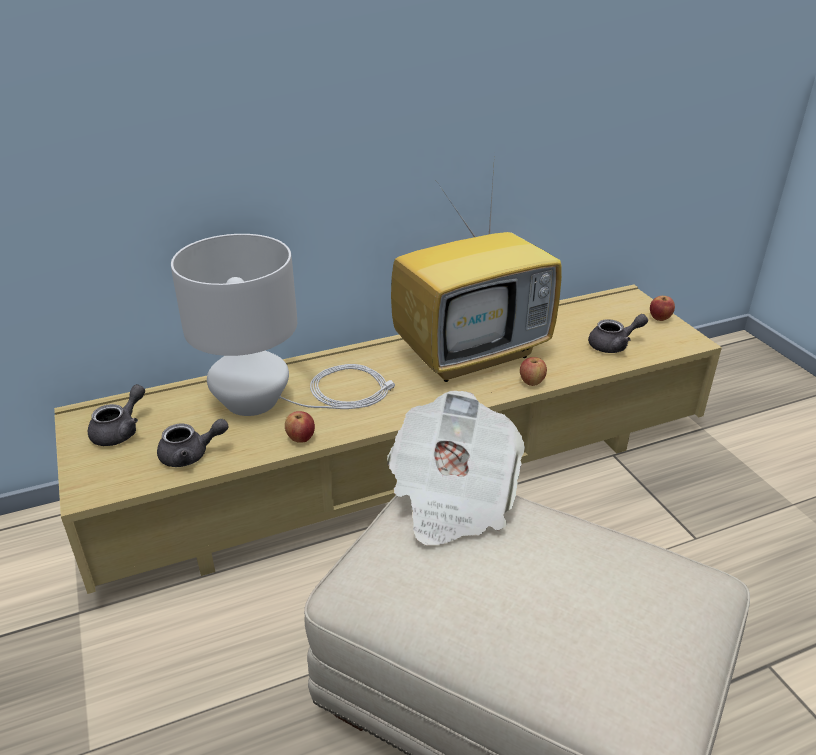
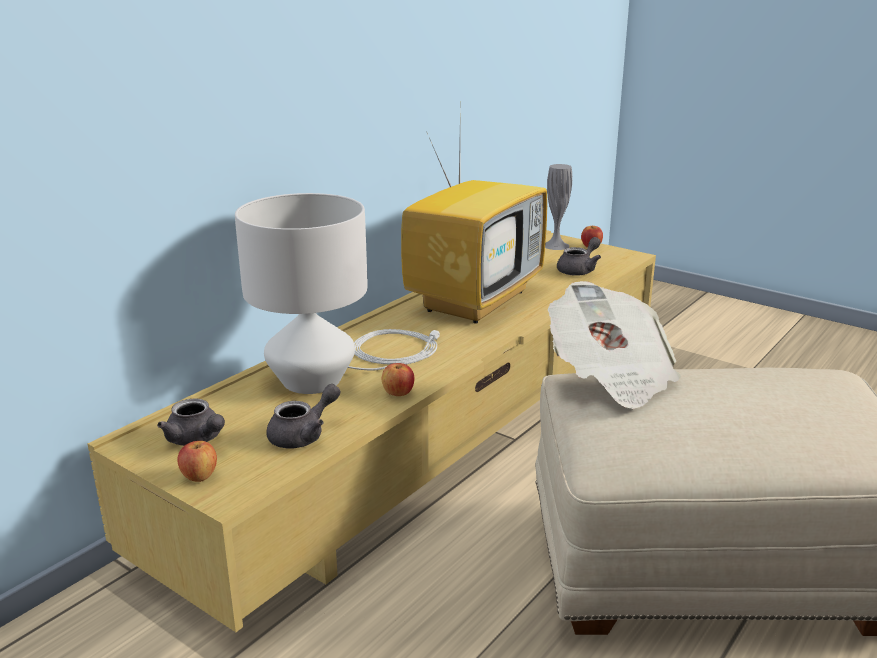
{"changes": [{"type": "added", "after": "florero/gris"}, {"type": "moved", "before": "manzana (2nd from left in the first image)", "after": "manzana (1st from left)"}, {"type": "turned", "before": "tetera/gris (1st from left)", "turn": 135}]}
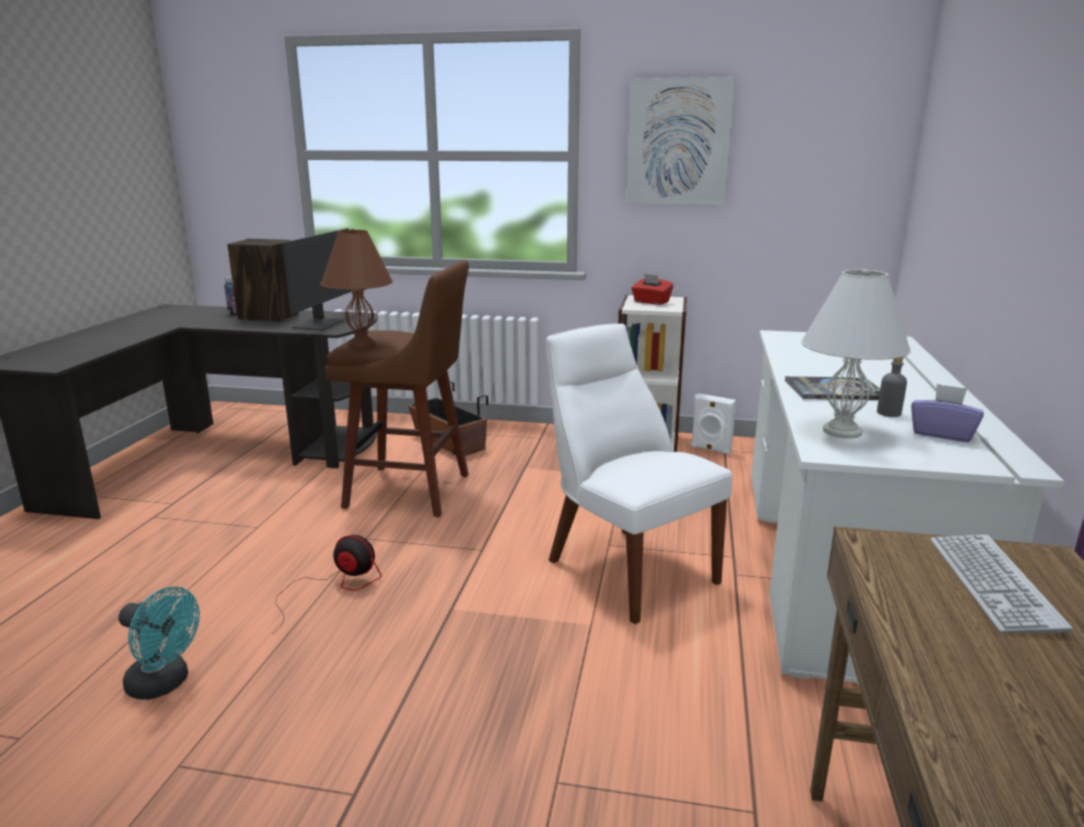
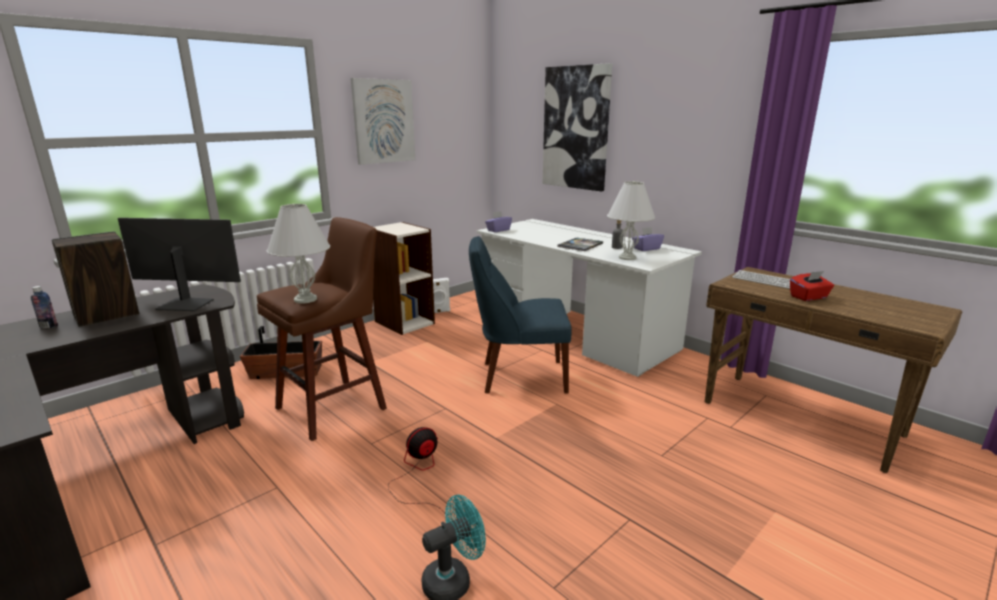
{"changes": [{"type": "added", "after": "caja de pañuelos/morado (1st from left)"}, {"type": "added", "after": "cuadro (2nd from left)"}, {"type": "moved", "before": "caja de pañuelos/rojo"}, {"type": "recoloured", "before": "lámpara de mesa/marrón", "after": "lámpara de mesa/blanco (1st from left)"}, {"type": "recoloured", "before": "silla/blanco", "after": "silla/azul"}, {"type": "turned", "before": "monitor", "turn": -45}]}
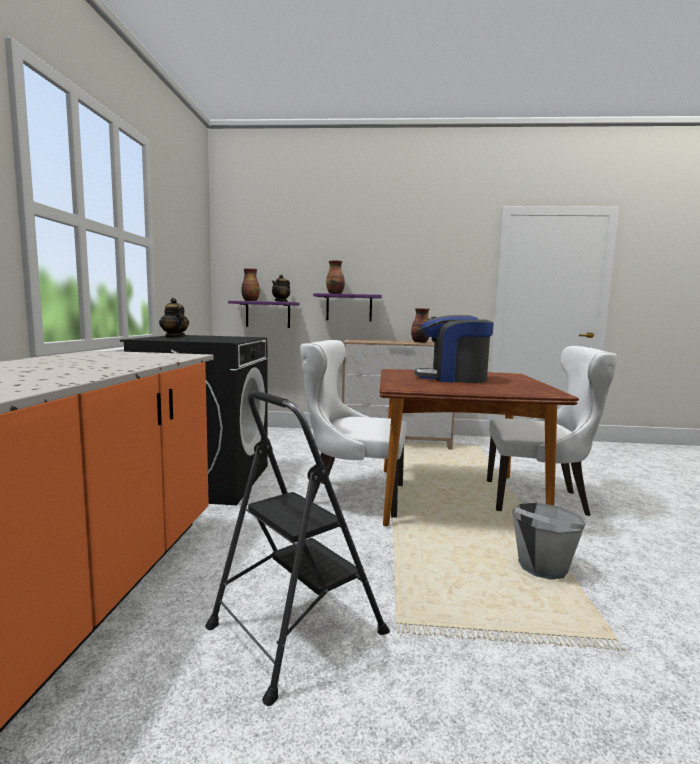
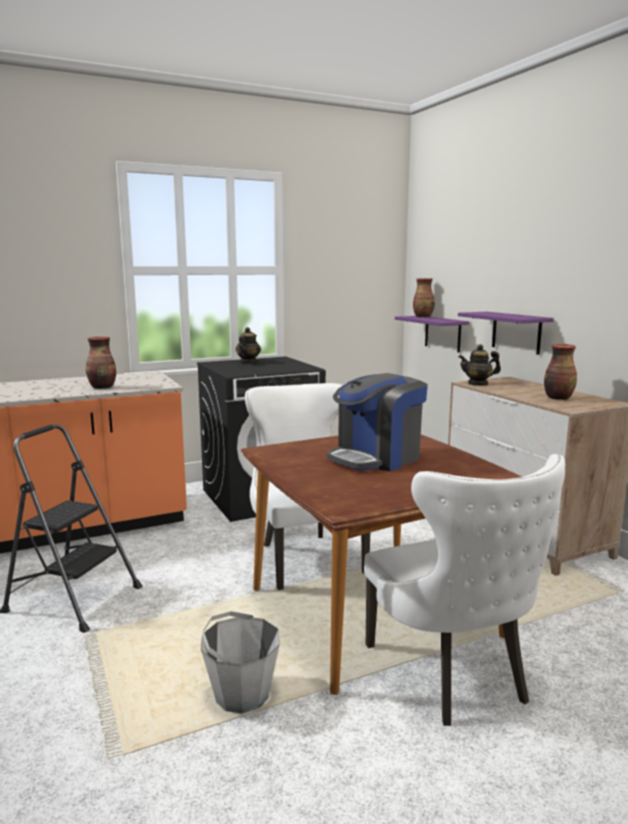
{"changes": [{"type": "moved", "before": "tetera (2nd from left)"}, {"type": "moved", "before": "florero (2nd from left in the first image)", "after": "florero (1st from left)"}, {"type": "turned", "before": "cafetera", "turn": -105}]}
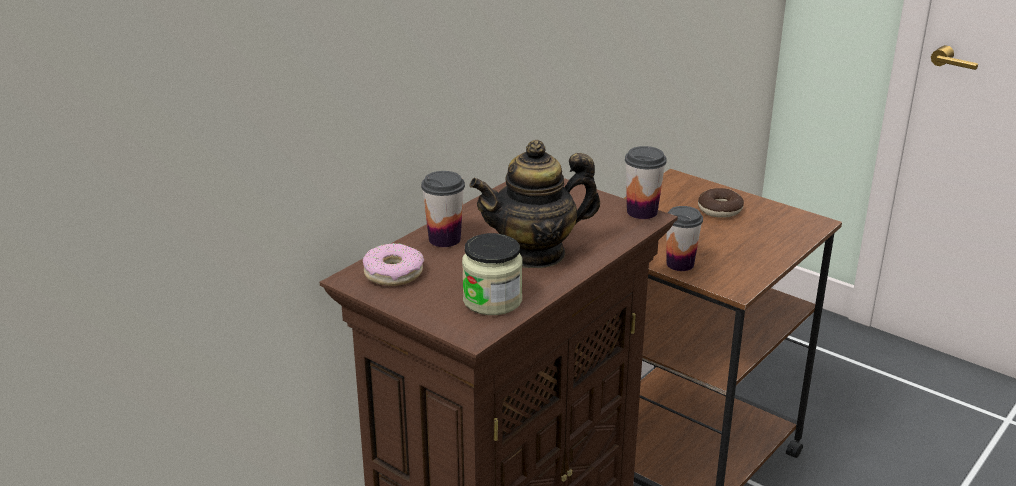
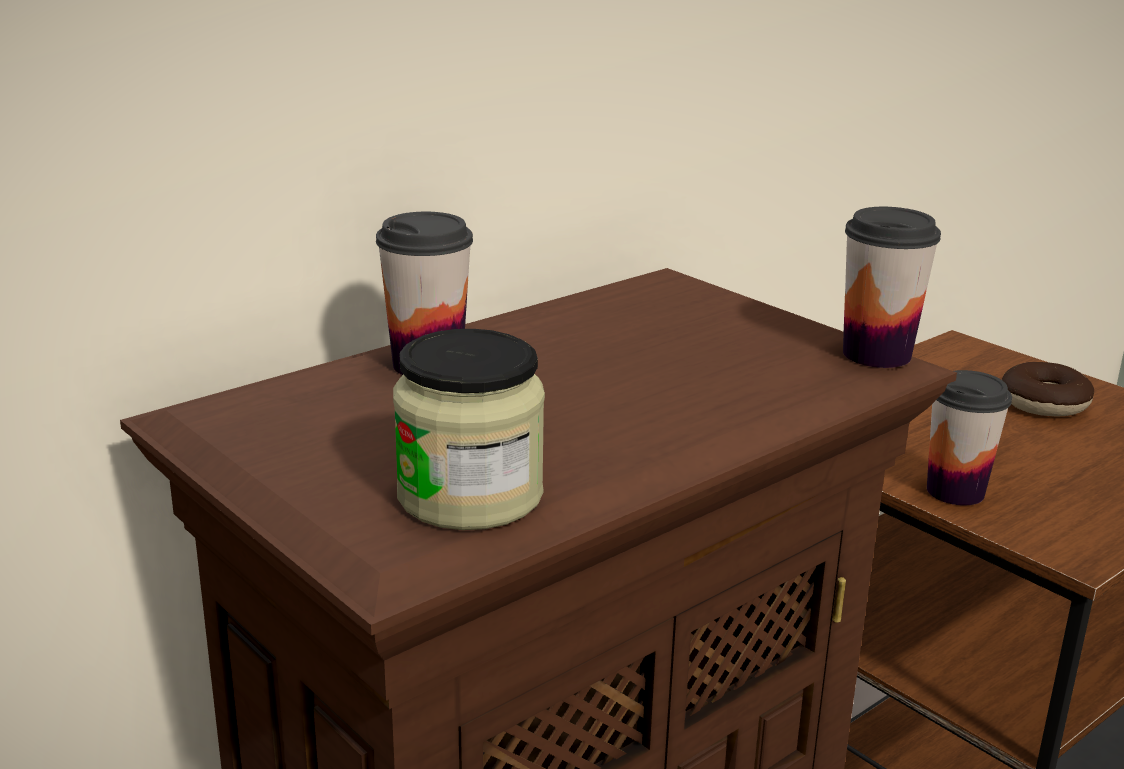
{"changes": [{"type": "removed", "before": "rosquilla (1st from left)"}, {"type": "removed", "before": "tetera"}]}
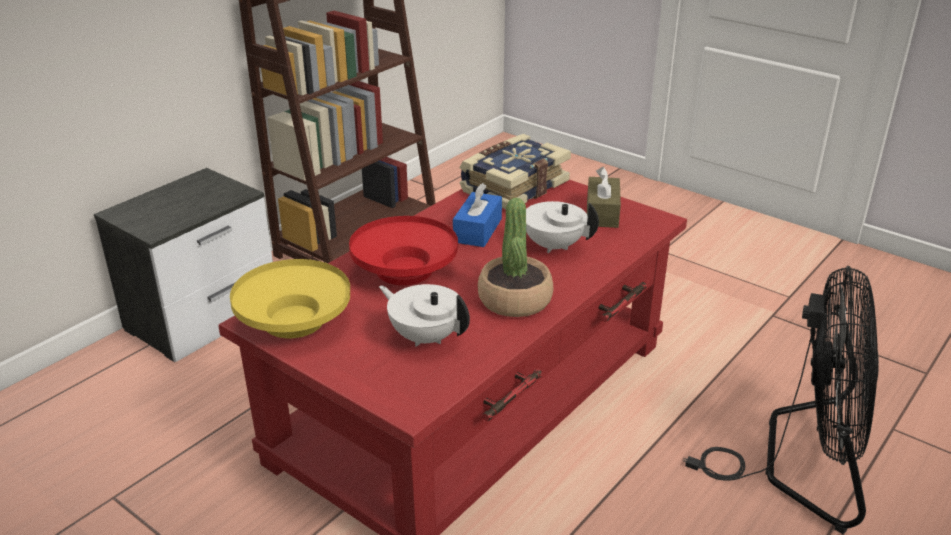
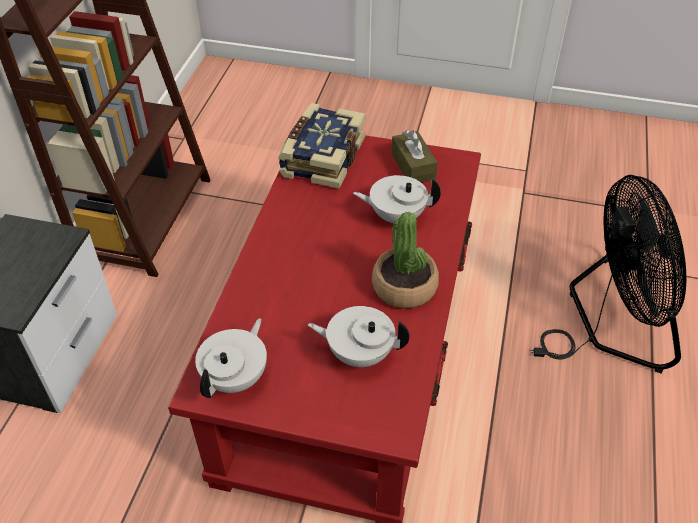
{"changes": [{"type": "removed", "before": "cuenco/rojo"}, {"type": "removed", "before": "caja de pañuelos/azul"}, {"type": "replaced", "before": "cuenco/amarillo", "after": "tetera/blanco (1st from left)"}]}
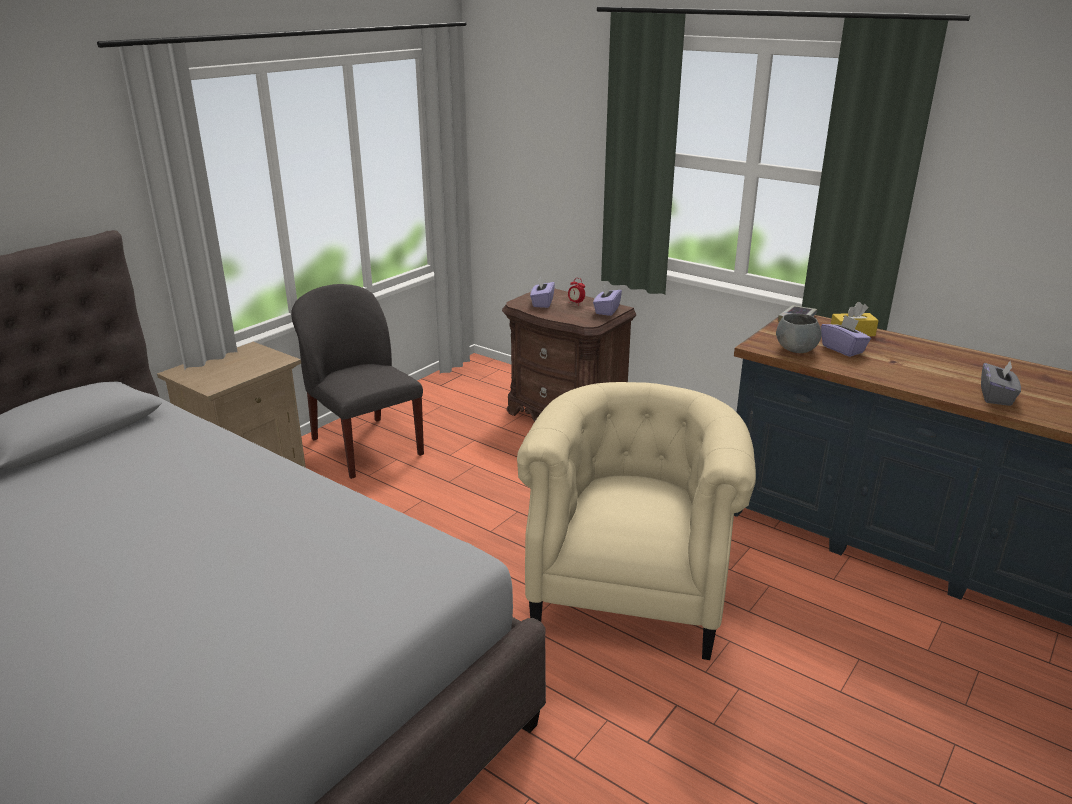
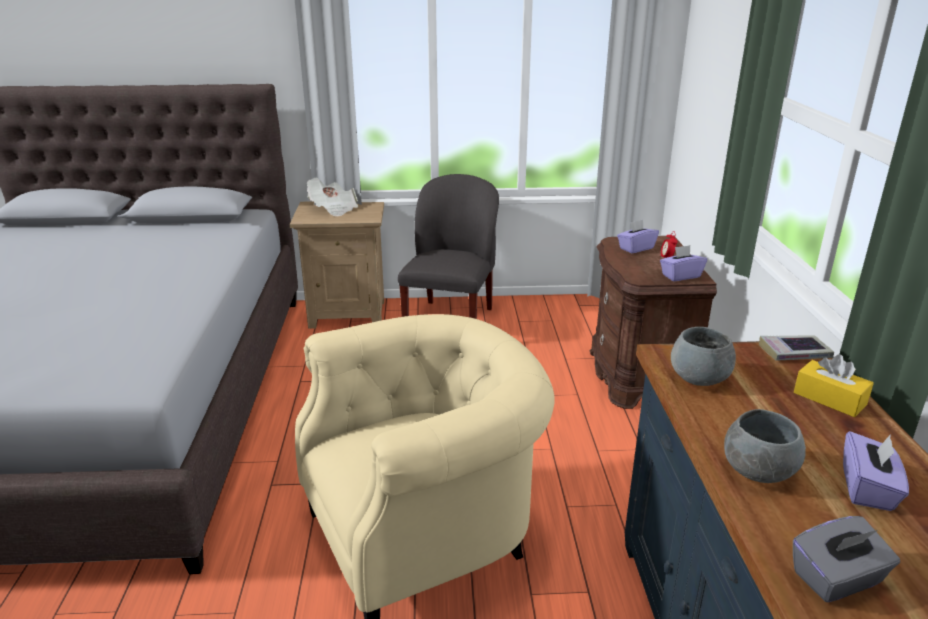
{"changes": [{"type": "added", "after": "periódico"}, {"type": "added", "after": "cuenco/gris (2nd from left)"}, {"type": "moved", "before": "caja de pañuelos/morado (3rd from left)"}]}
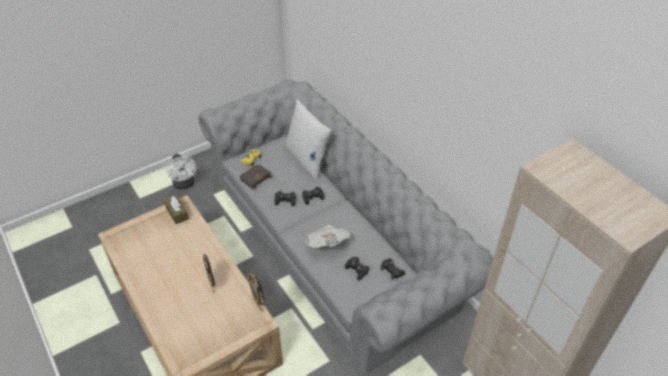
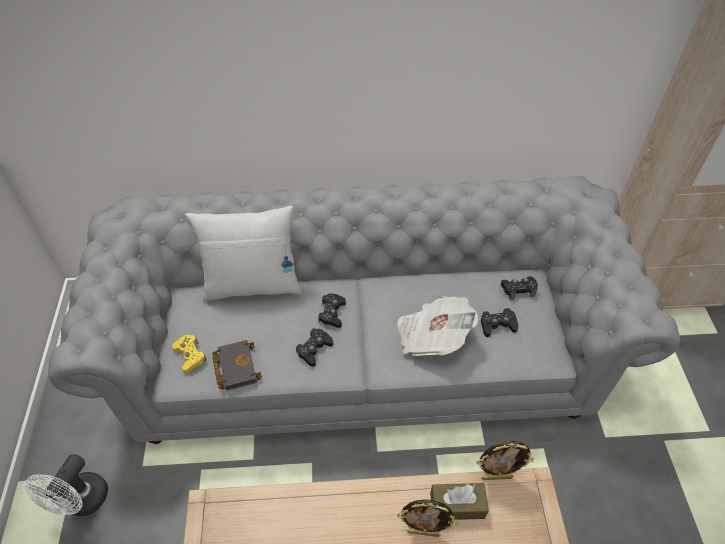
{"changes": [{"type": "moved", "before": "caja de pañuelos/marrón"}, {"type": "turned", "before": "ventilador/blanco", "turn": 105}]}
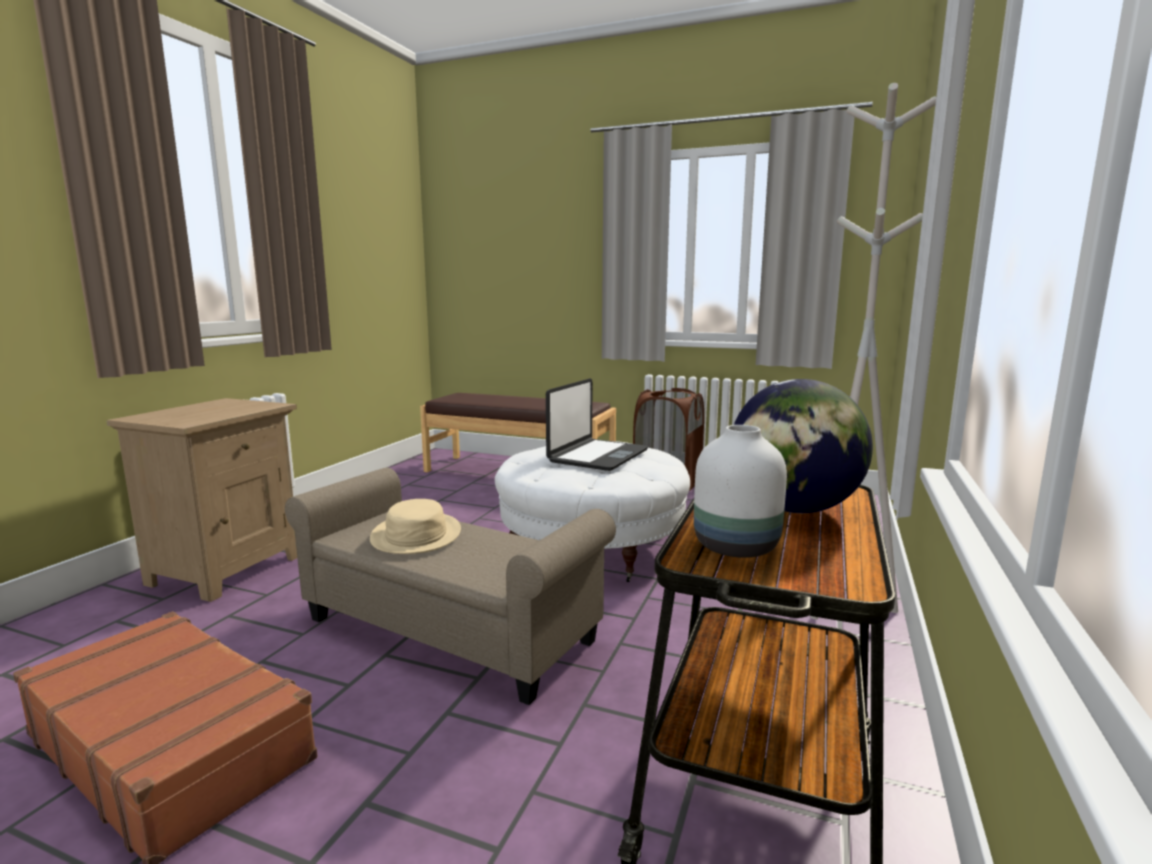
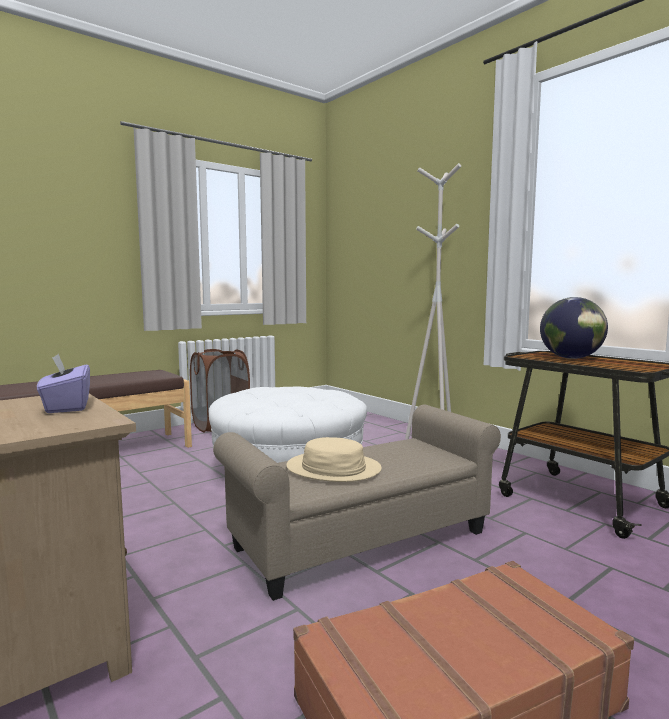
{"changes": [{"type": "removed", "before": "portátil"}, {"type": "removed", "before": "florero/blanco"}, {"type": "added", "after": "caja de pañuelos/morado"}]}
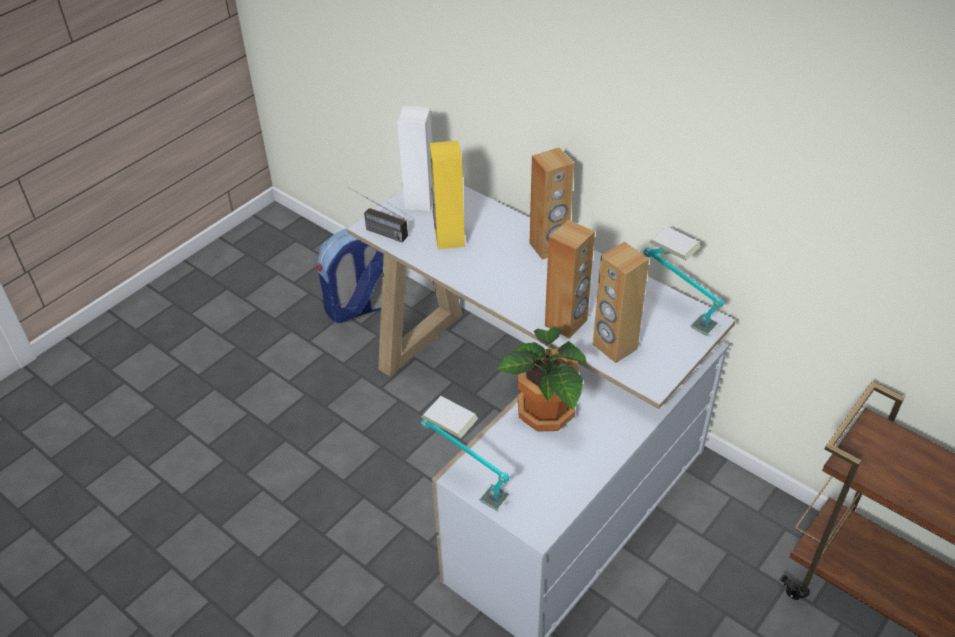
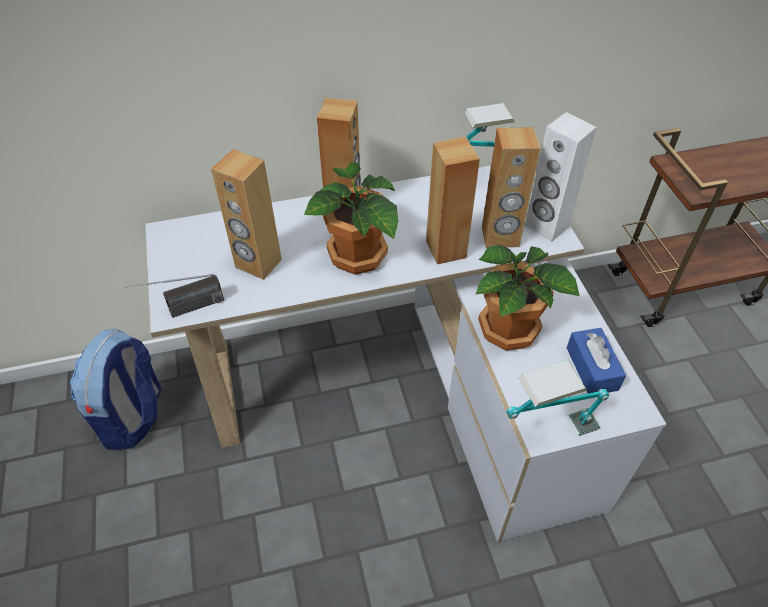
{"changes": [{"type": "added", "after": "planta en maceta (1st from left)"}, {"type": "added", "after": "caja de pañuelos/azul"}, {"type": "moved", "before": "altavoz/blanco"}, {"type": "recoloured", "before": "altavoz/amarillo", "after": "altavoz/marrón (1st from left)"}]}
